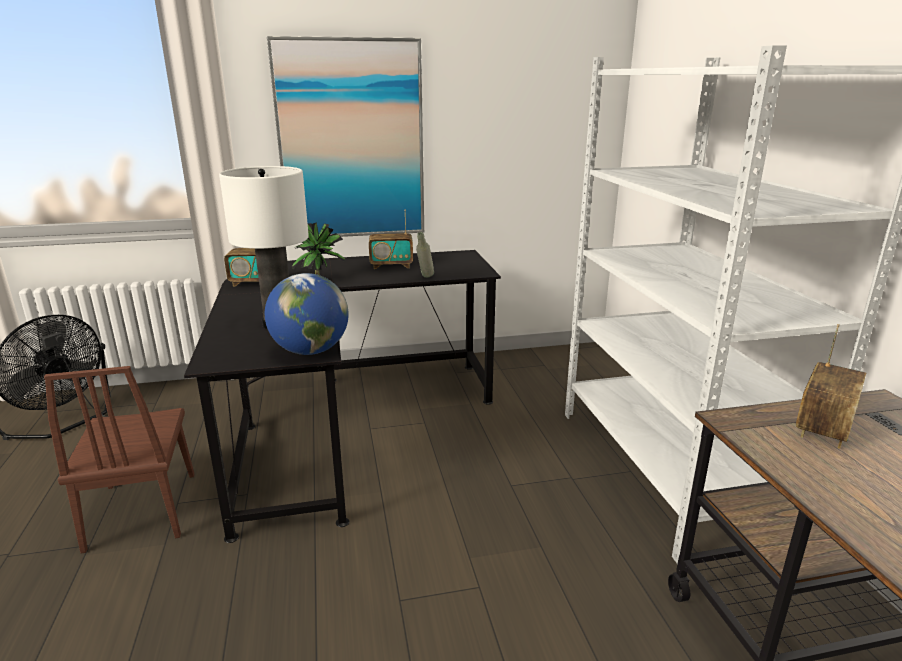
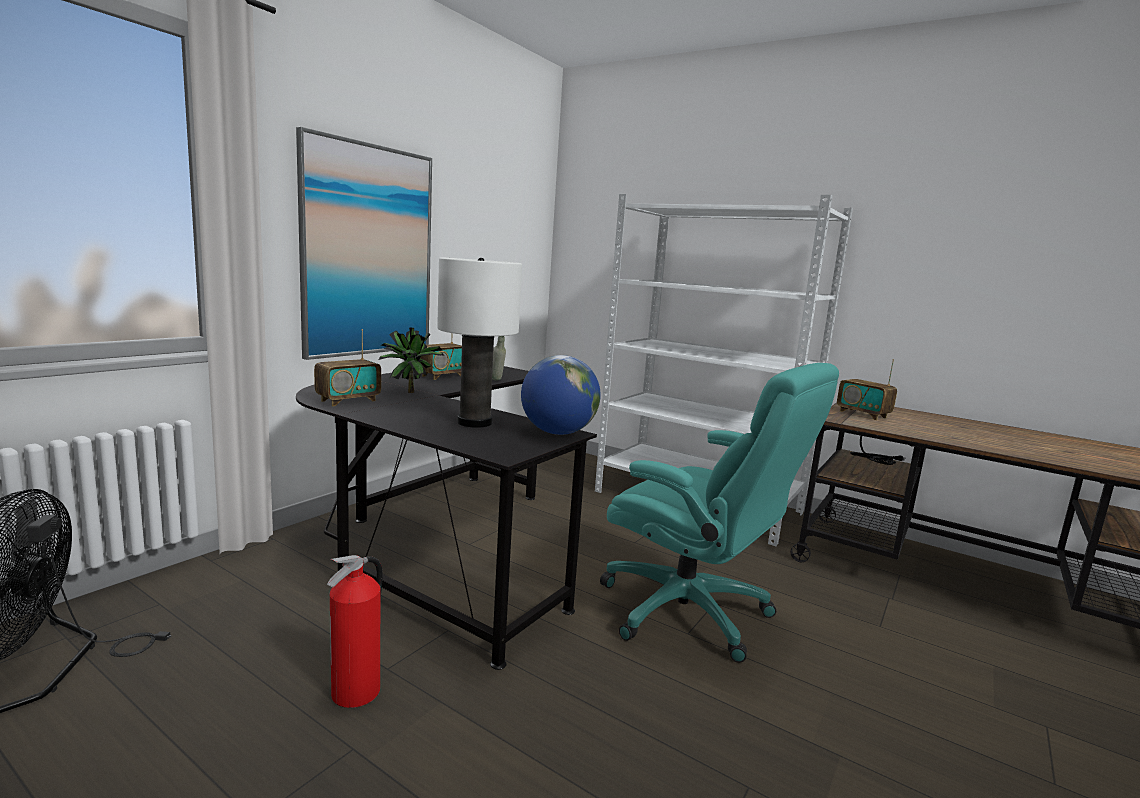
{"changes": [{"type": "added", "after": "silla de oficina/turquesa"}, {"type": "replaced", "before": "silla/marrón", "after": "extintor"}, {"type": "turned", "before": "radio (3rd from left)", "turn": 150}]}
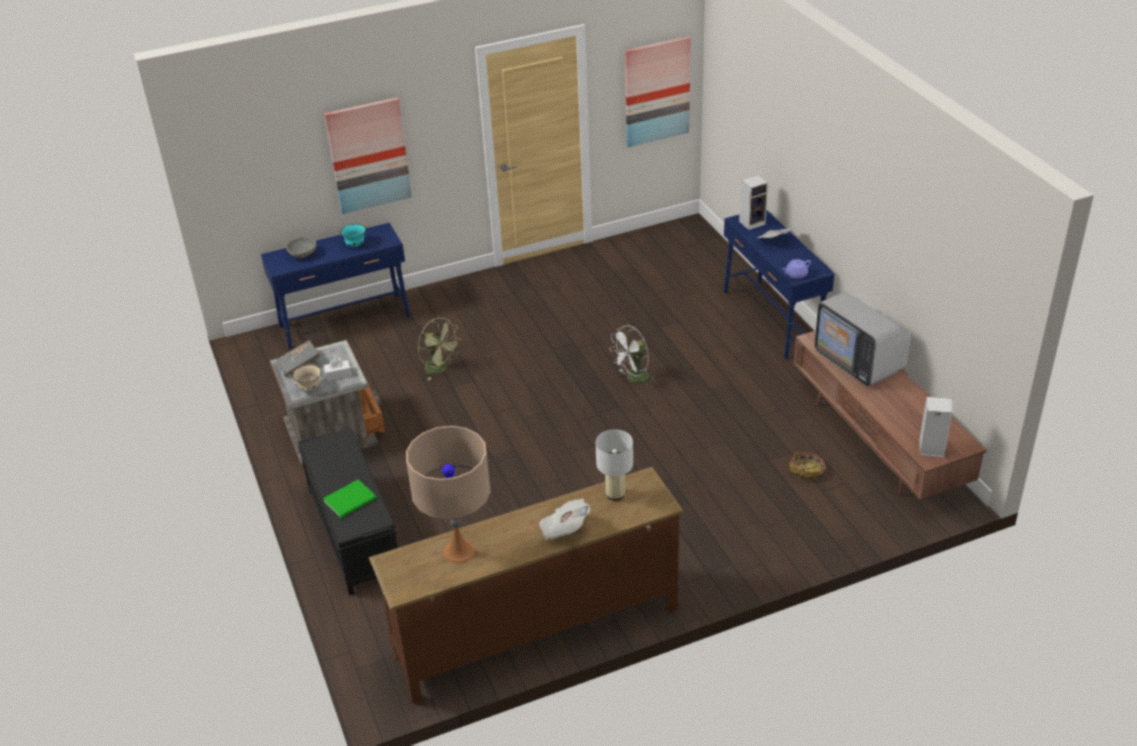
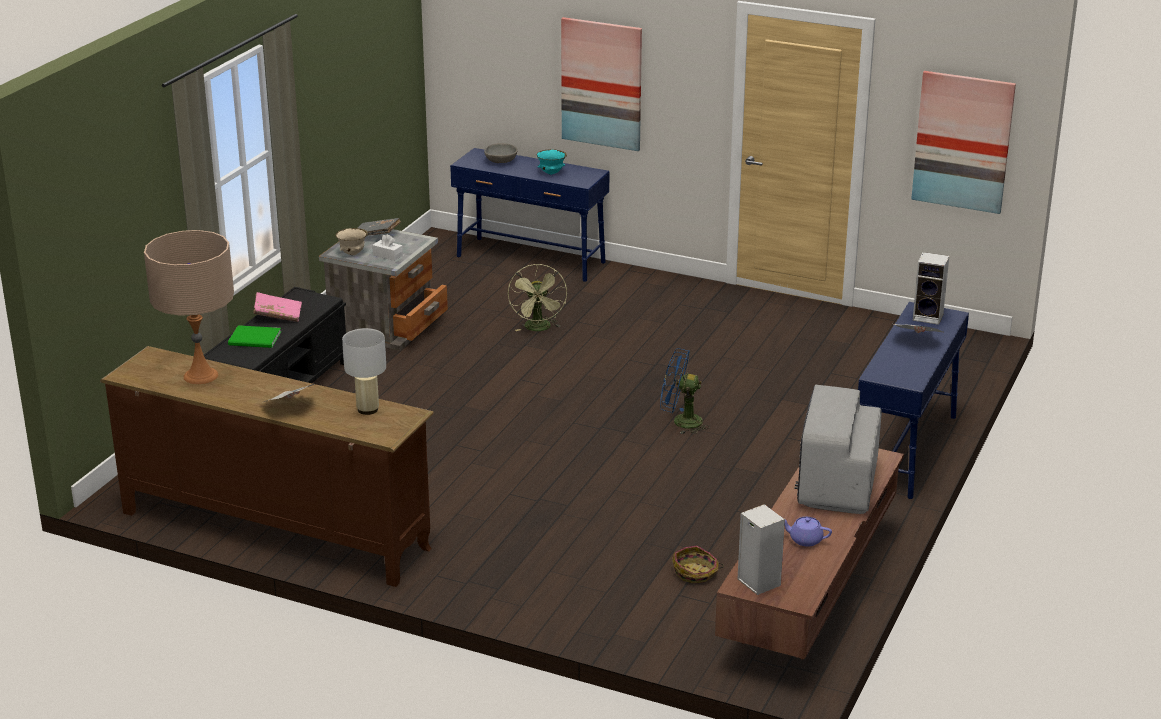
{"changes": [{"type": "added", "after": "libro/rosa"}, {"type": "moved", "before": "tetera/morado"}, {"type": "recoloured", "before": "ventilador/blanco", "after": "ventilador/azul"}]}
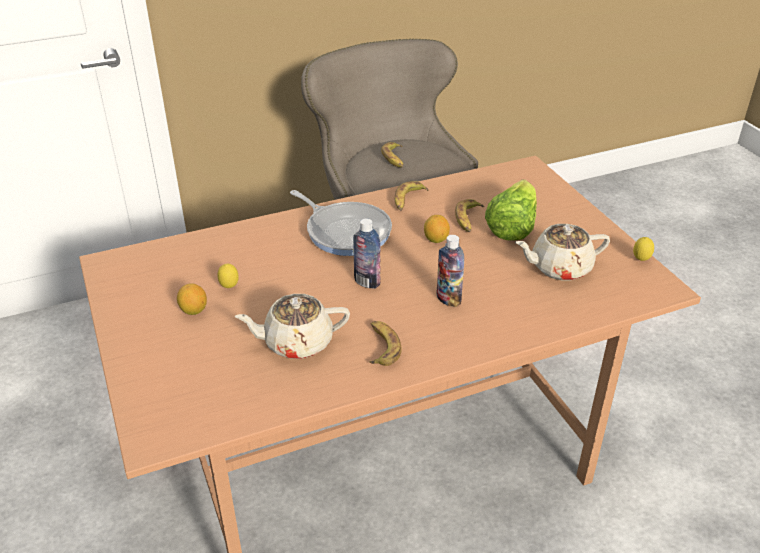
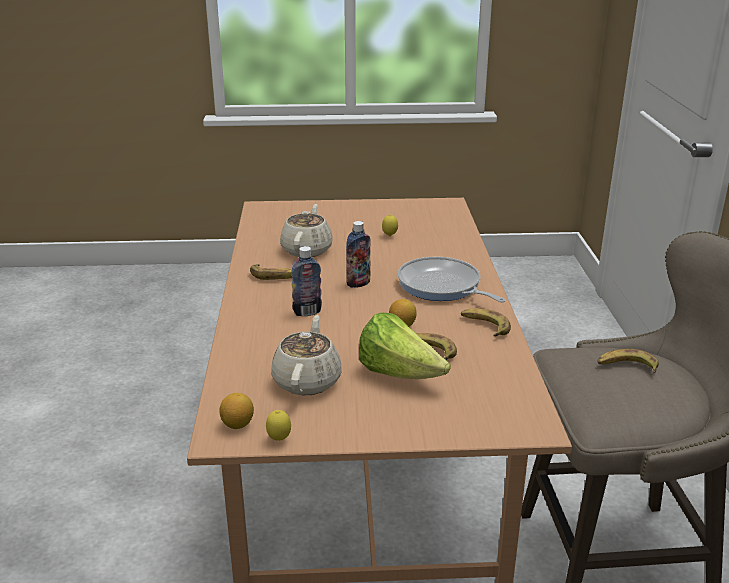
{"changes": [{"type": "moved", "before": "limón (1st from left)"}, {"type": "turned", "before": "sartén", "turn": 75}]}
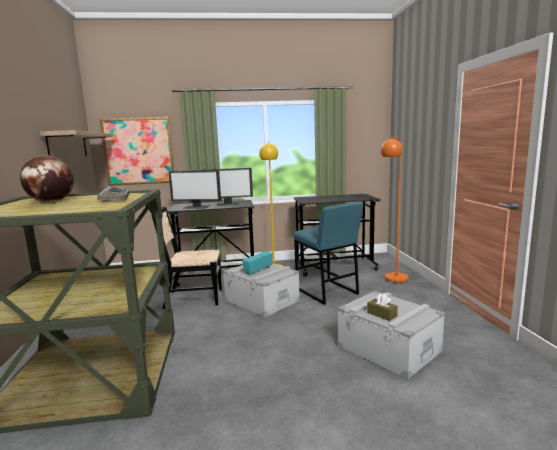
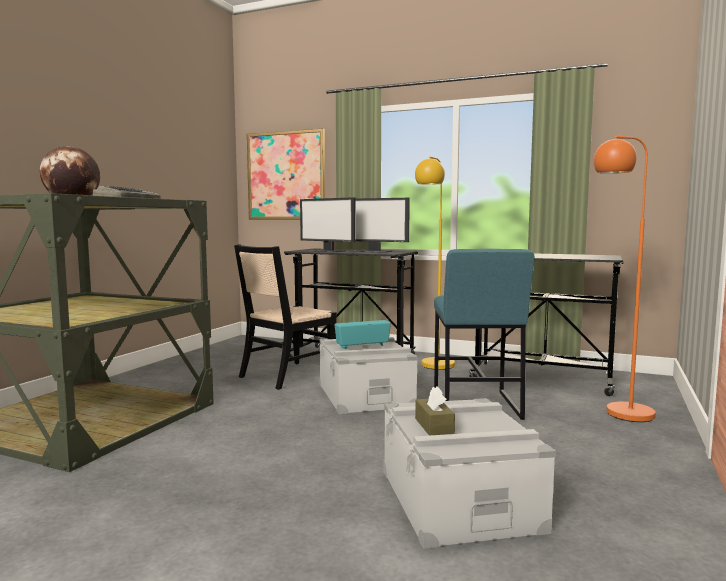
{"changes": [{"type": "removed", "before": "estante"}, {"type": "turned", "before": "silla", "turn": -75}]}
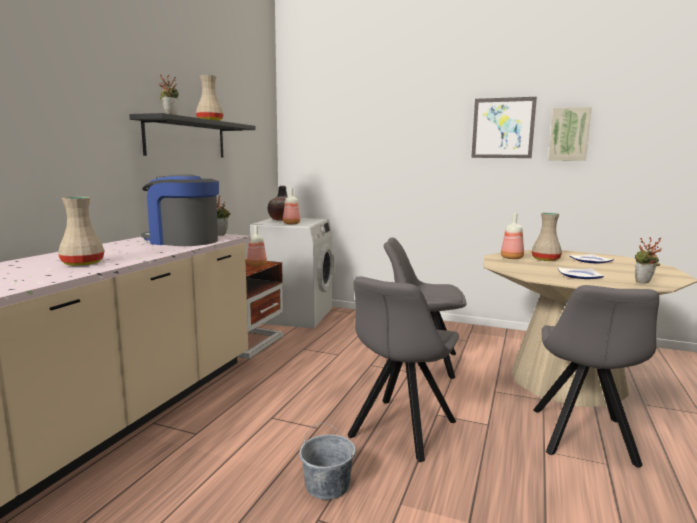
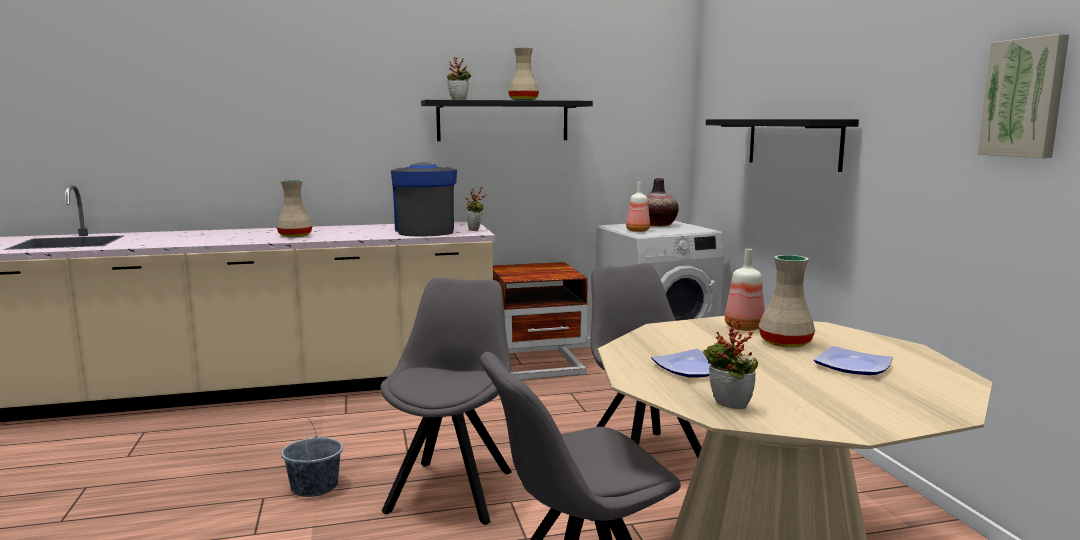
{"changes": [{"type": "removed", "before": "botella (1st from left)"}, {"type": "removed", "before": "cuadro (1st from left)"}, {"type": "added", "after": "estante/negro (2nd from left)"}, {"type": "turned", "before": "silla/gris (1st from left)", "turn": 105}]}
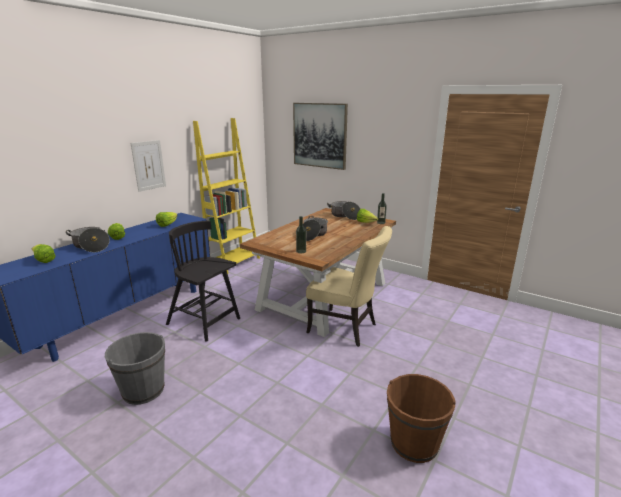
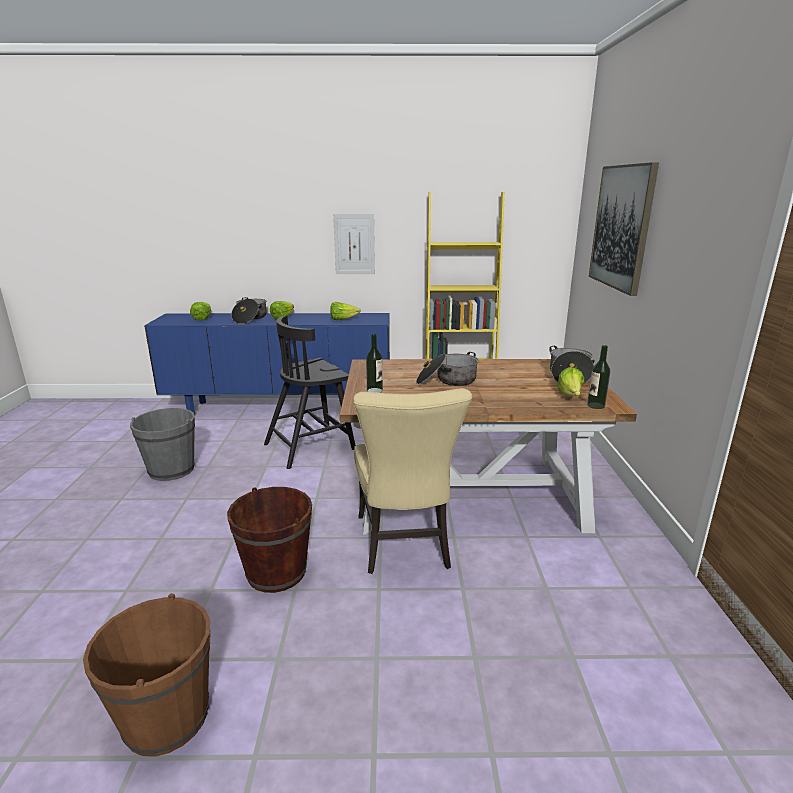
{"changes": [{"type": "added", "after": "cubo/marrón (2nd from left)"}, {"type": "turned", "before": "silla/negro", "turn": -120}]}
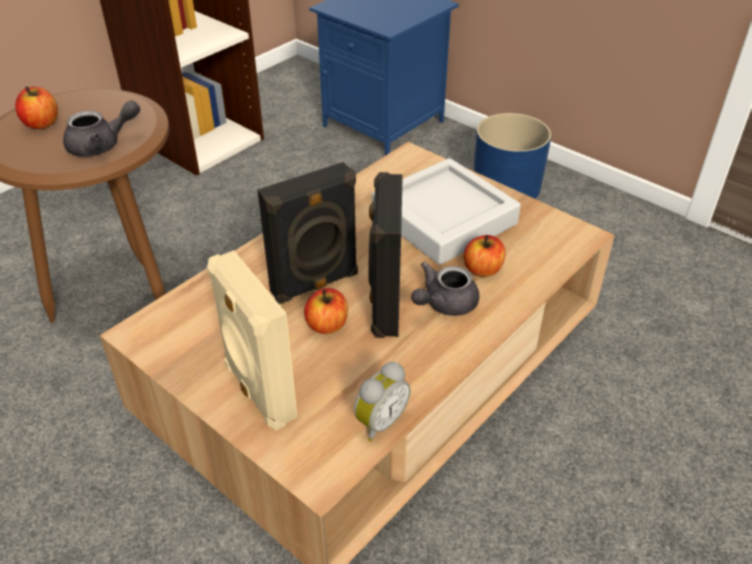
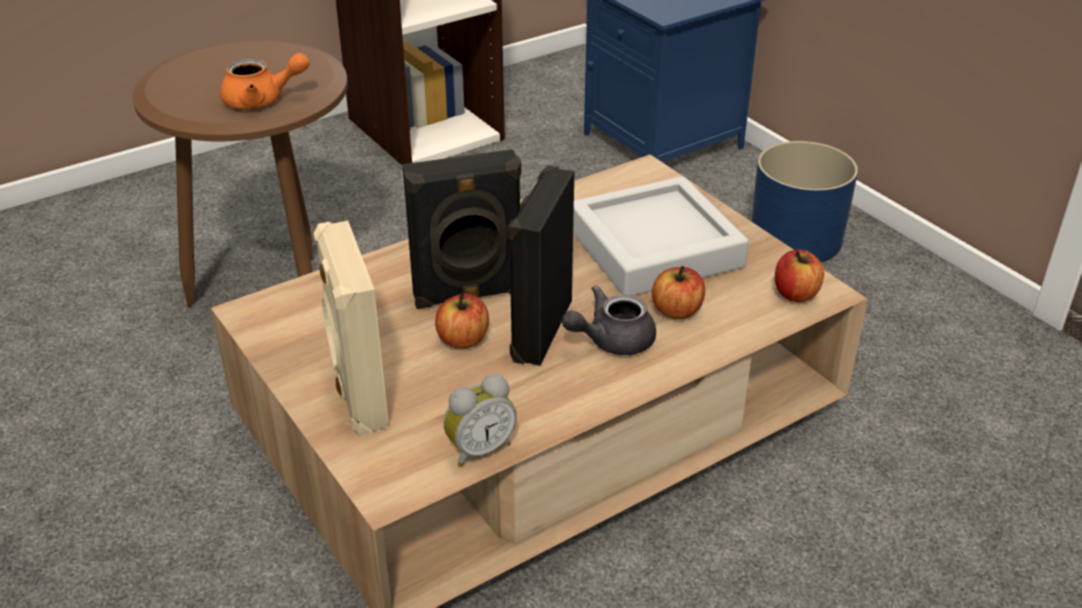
{"changes": [{"type": "moved", "before": "manzana (1st from left in the first image)", "after": "manzana (3rd from left)"}, {"type": "recoloured", "before": "tetera/gris (1st from left)", "after": "tetera/naranja"}]}
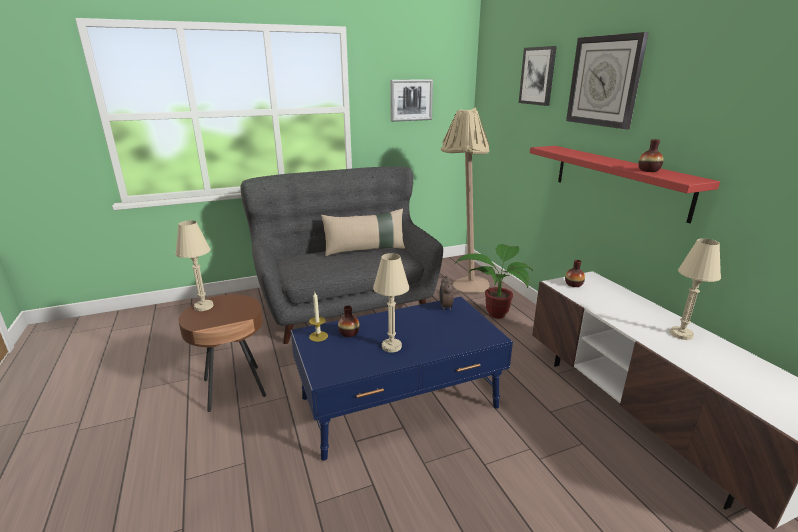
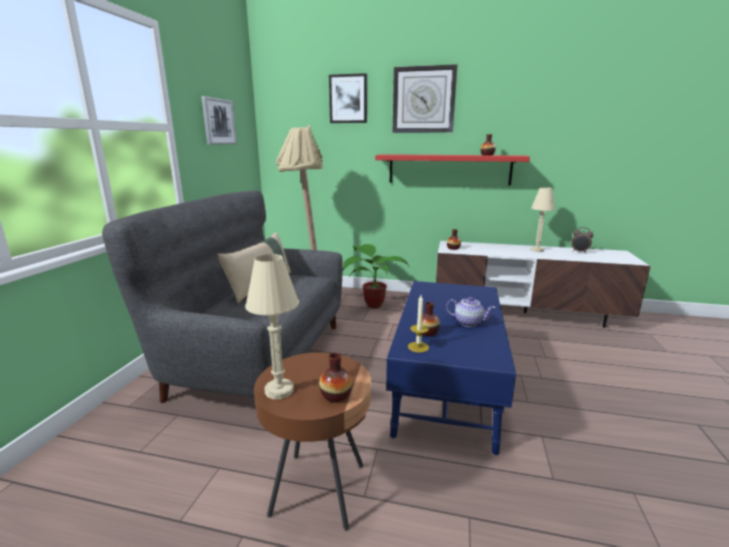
{"changes": [{"type": "added", "after": "florero (1st from left)"}, {"type": "moved", "before": "despertador"}, {"type": "replaced", "before": "lámpara de mesa/beis (2nd from left)", "after": "tetera"}]}
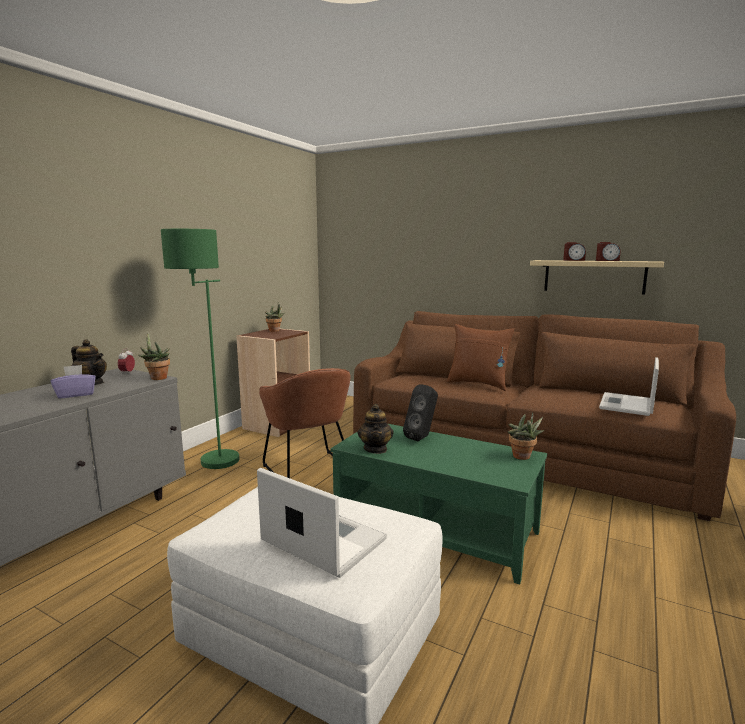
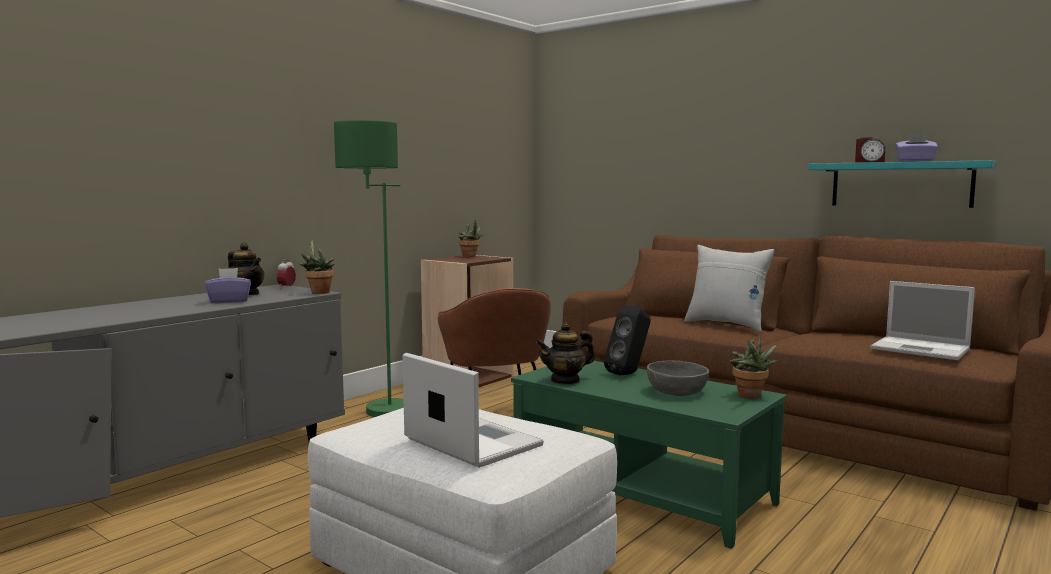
{"changes": [{"type": "added", "after": "cuenco/gris"}, {"type": "replaced", "before": "despertador (3rd from left)", "after": "caja de pañuelos/morado (2nd from left)"}, {"type": "recoloured", "before": "cojín/marrón", "after": "cojín/gris"}, {"type": "recoloured", "before": "estante/beis", "after": "estante/turquesa"}, {"type": "turned", "before": "tetera (2nd from left)", "turn": 60}, {"type": "turned", "before": "portátil (2nd from left)", "turn": -90}]}
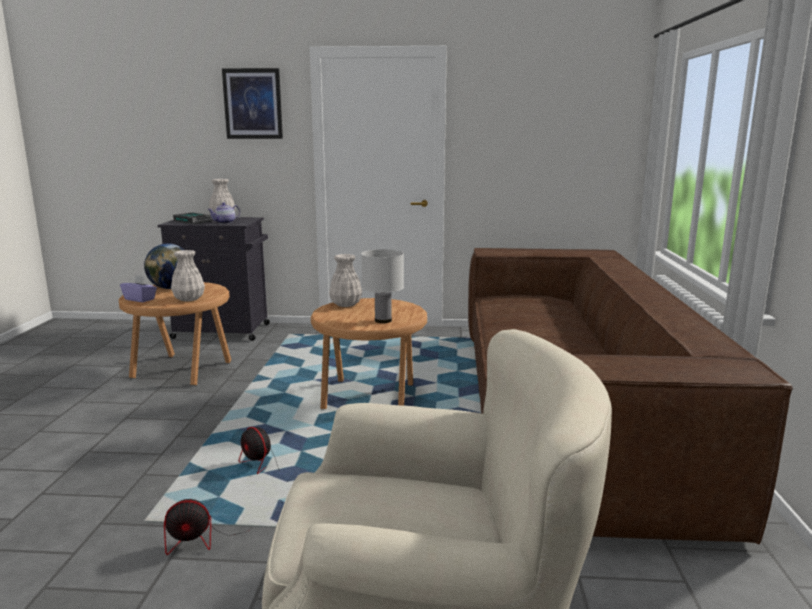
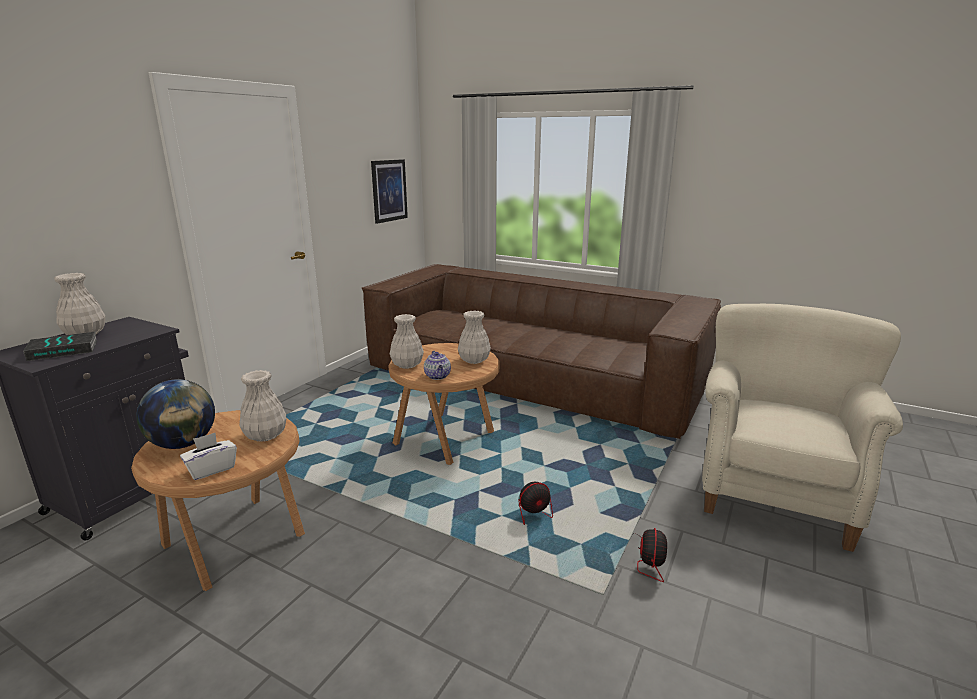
{"changes": [{"type": "moved", "before": "tetera"}, {"type": "moved", "before": "cuadro"}, {"type": "replaced", "before": "lámpara de mesa/blanco", "after": "florero/blanco (4th from left)"}, {"type": "recoloured", "before": "caja de pañuelos/morado", "after": "caja de pañuelos/blanco"}]}
